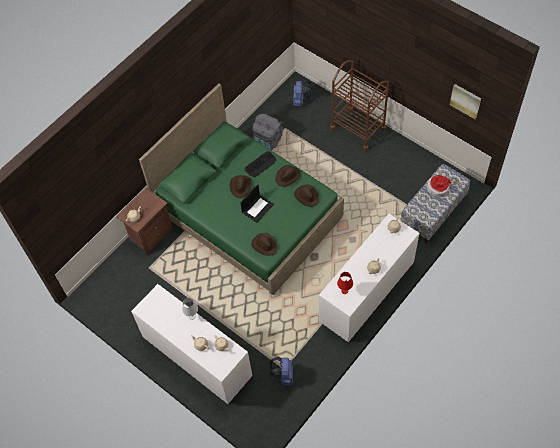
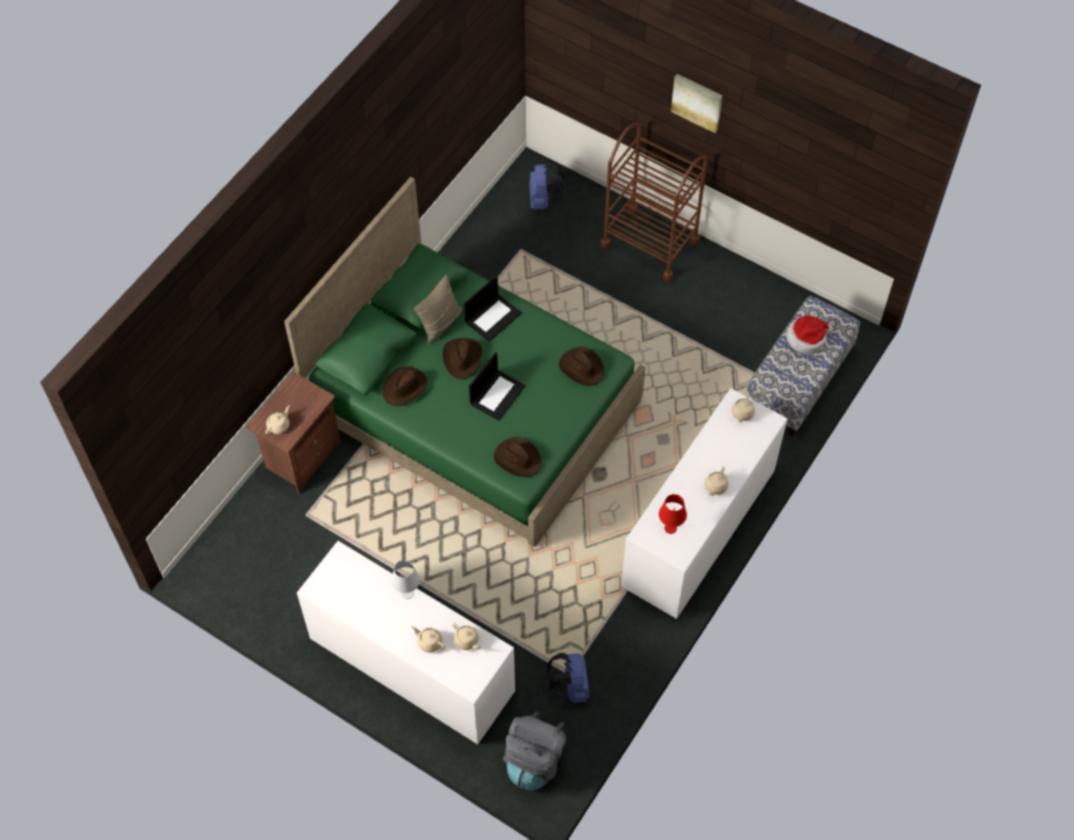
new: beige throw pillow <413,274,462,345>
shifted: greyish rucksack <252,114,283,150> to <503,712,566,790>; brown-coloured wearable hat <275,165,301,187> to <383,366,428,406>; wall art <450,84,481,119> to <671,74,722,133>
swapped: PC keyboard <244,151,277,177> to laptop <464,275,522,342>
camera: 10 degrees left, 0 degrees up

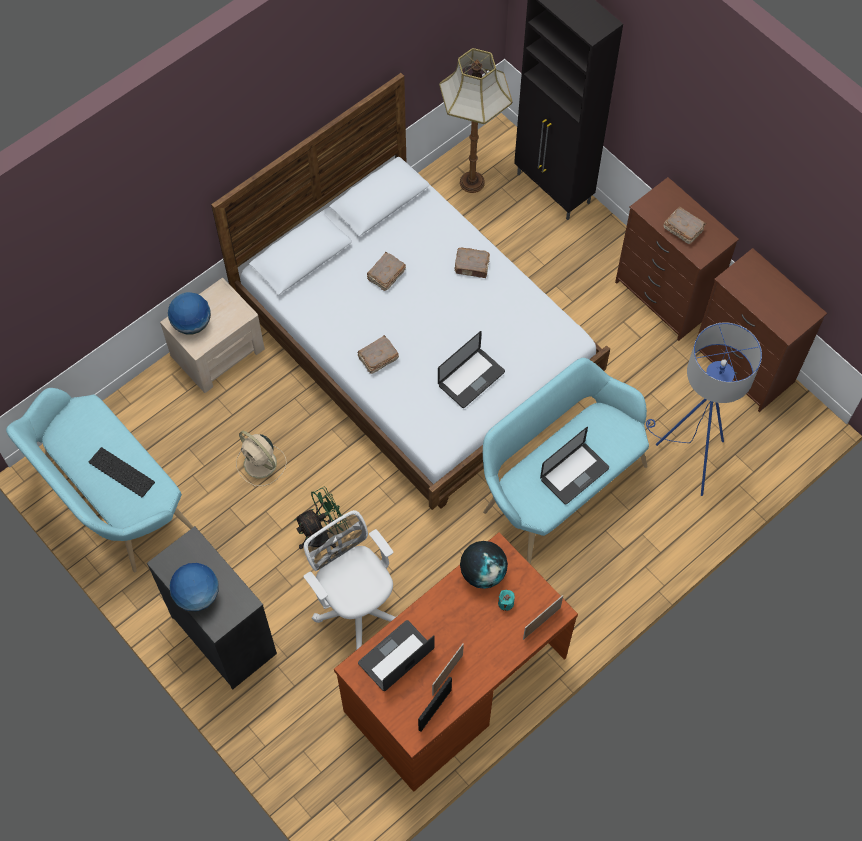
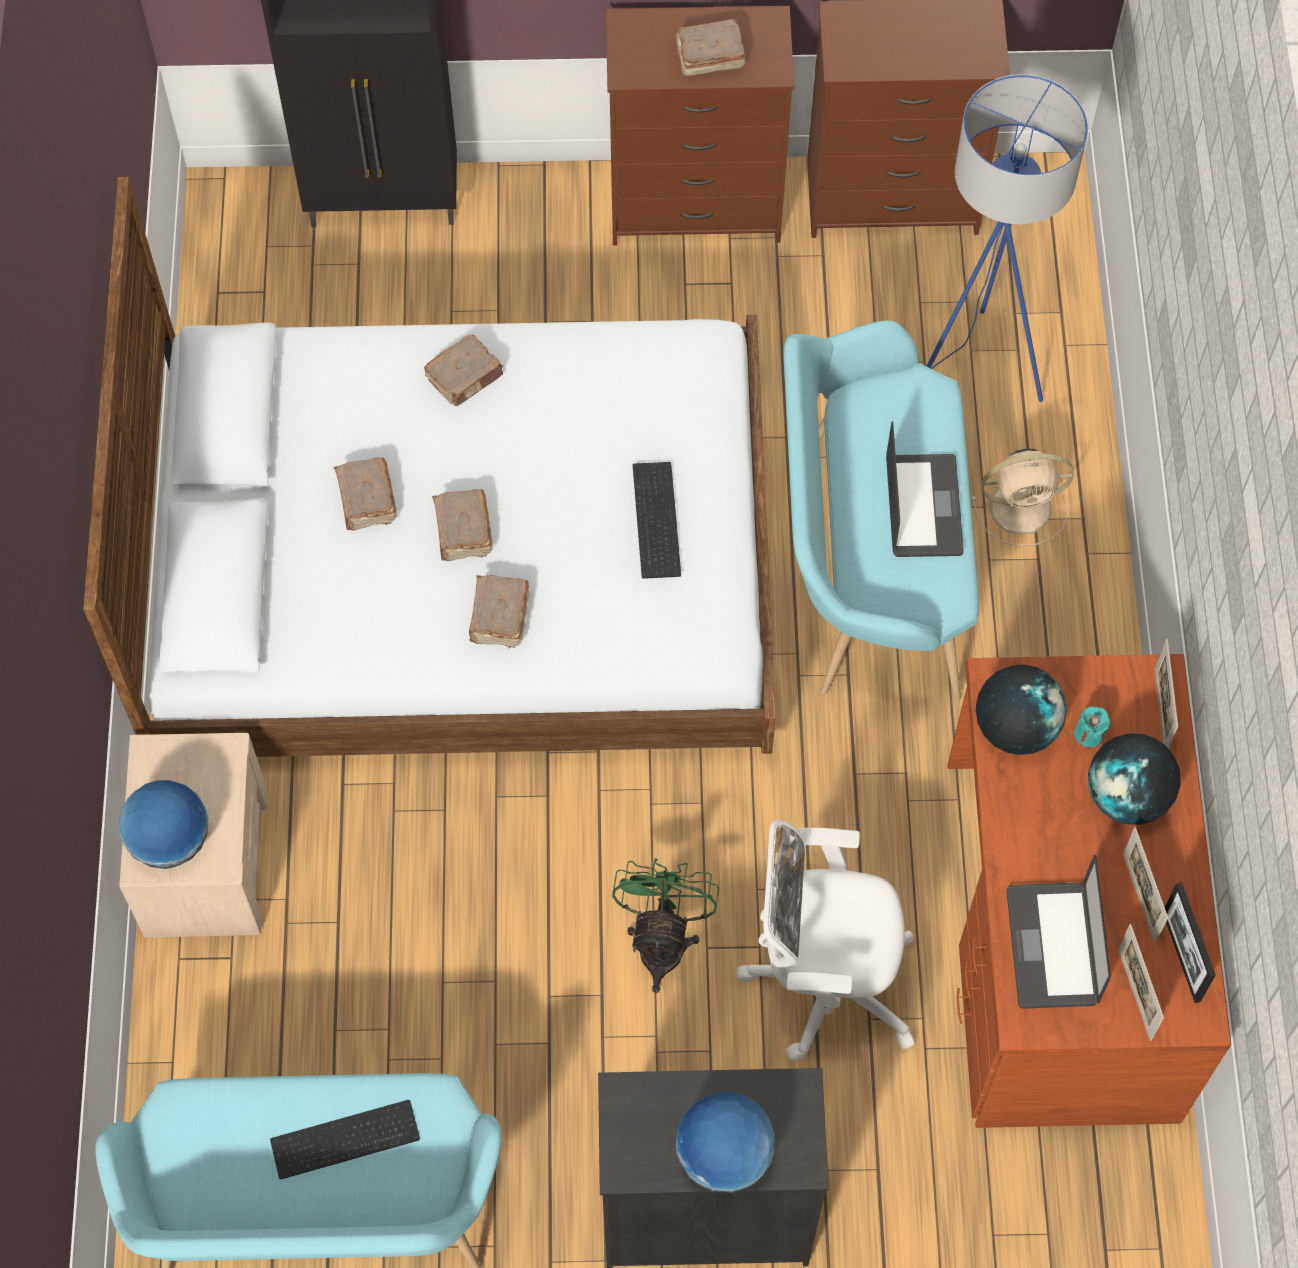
gone: standard lamp <439,48,512,193>
new: brown-coloured bound book <432,489,493,561>; globe <1088,734,1181,825>; standing frame <1118,924,1164,1041>
shifted: beige cooling fan <236,431,287,486> to <971,449,1074,546>
swapped: laptop <438,331,505,408> to PC keyboard <633,462,681,579>
camera: 50 degrees left, 0 degrees up

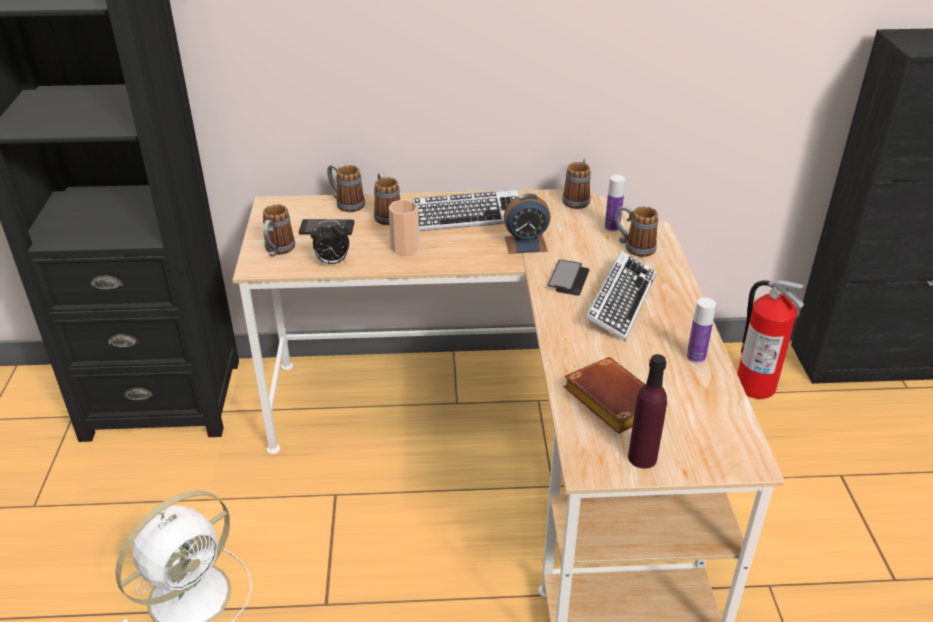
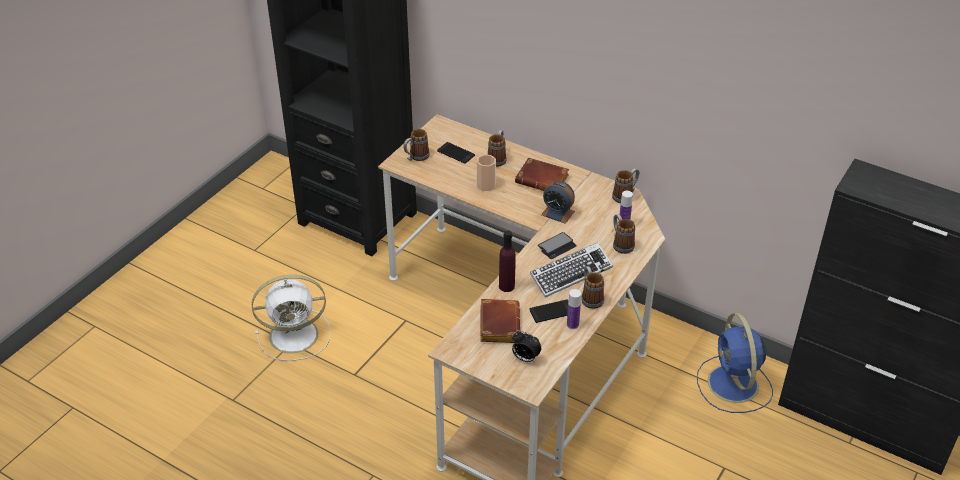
new: handset <529,300,568,323>
shifted: bedside clock <311,220,349,265> to <512,331,541,362>; mug <327,164,365,212> to <581,266,604,309>; purple bottle <628,354,667,469> to <499,230,516,292>
swapped: PC keyboard <412,190,518,231> to brown-coloured bound book <515,157,569,191>; extinguisher <737,280,805,399> to bluish cooling fan <697,313,773,413>
camera: 35 degrees right, 5 degrees up

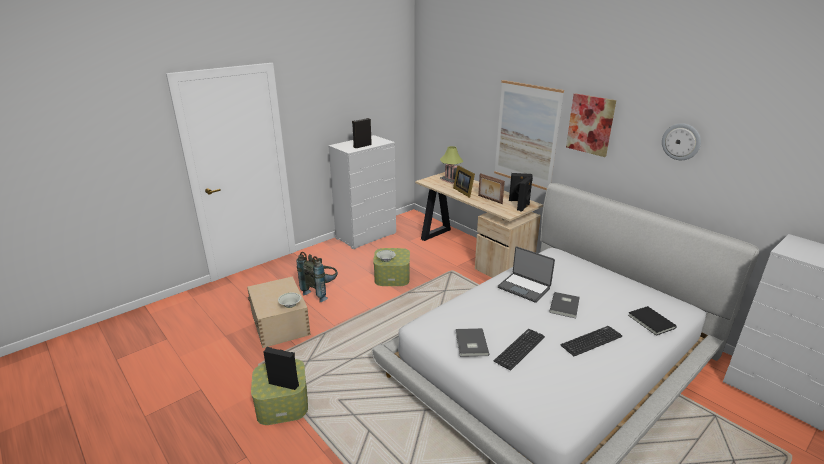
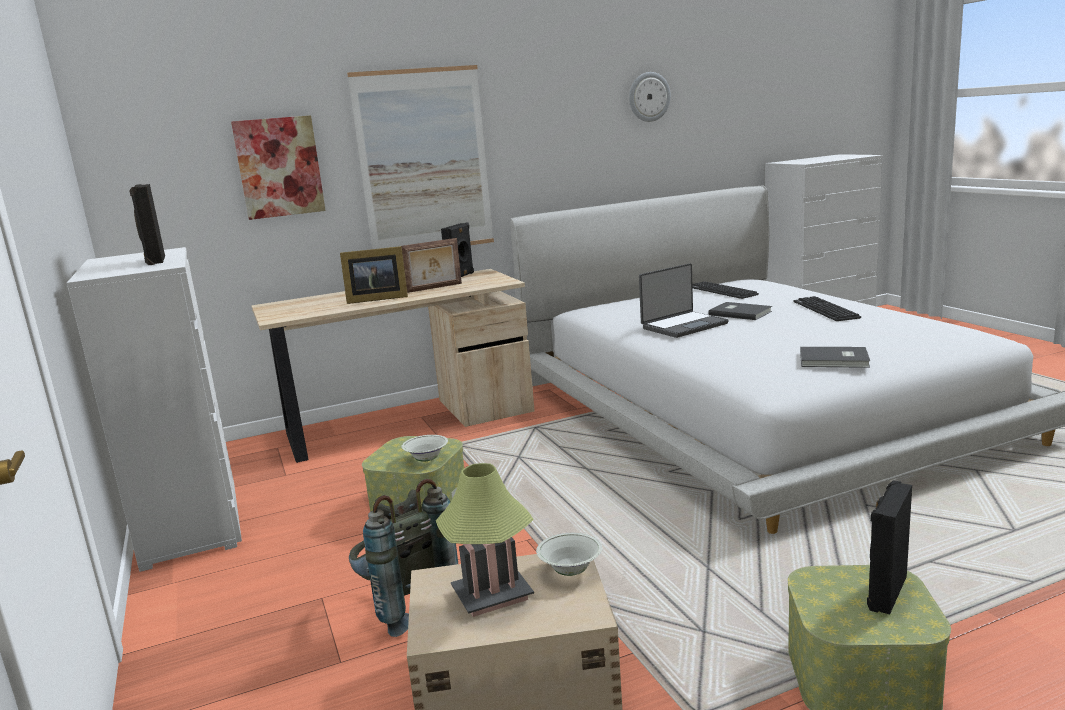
gone: black loudspeaker <517,177,533,212>; black bound book <628,306,677,336>
shifted: lamp for a table <440,146,464,184> to <436,463,534,617>; PC keyboard <494,329,545,370> to <692,281,759,299>; wall art <566,93,616,157> to <231,115,326,220>
camera: 70 degrees left, 10 degrees down

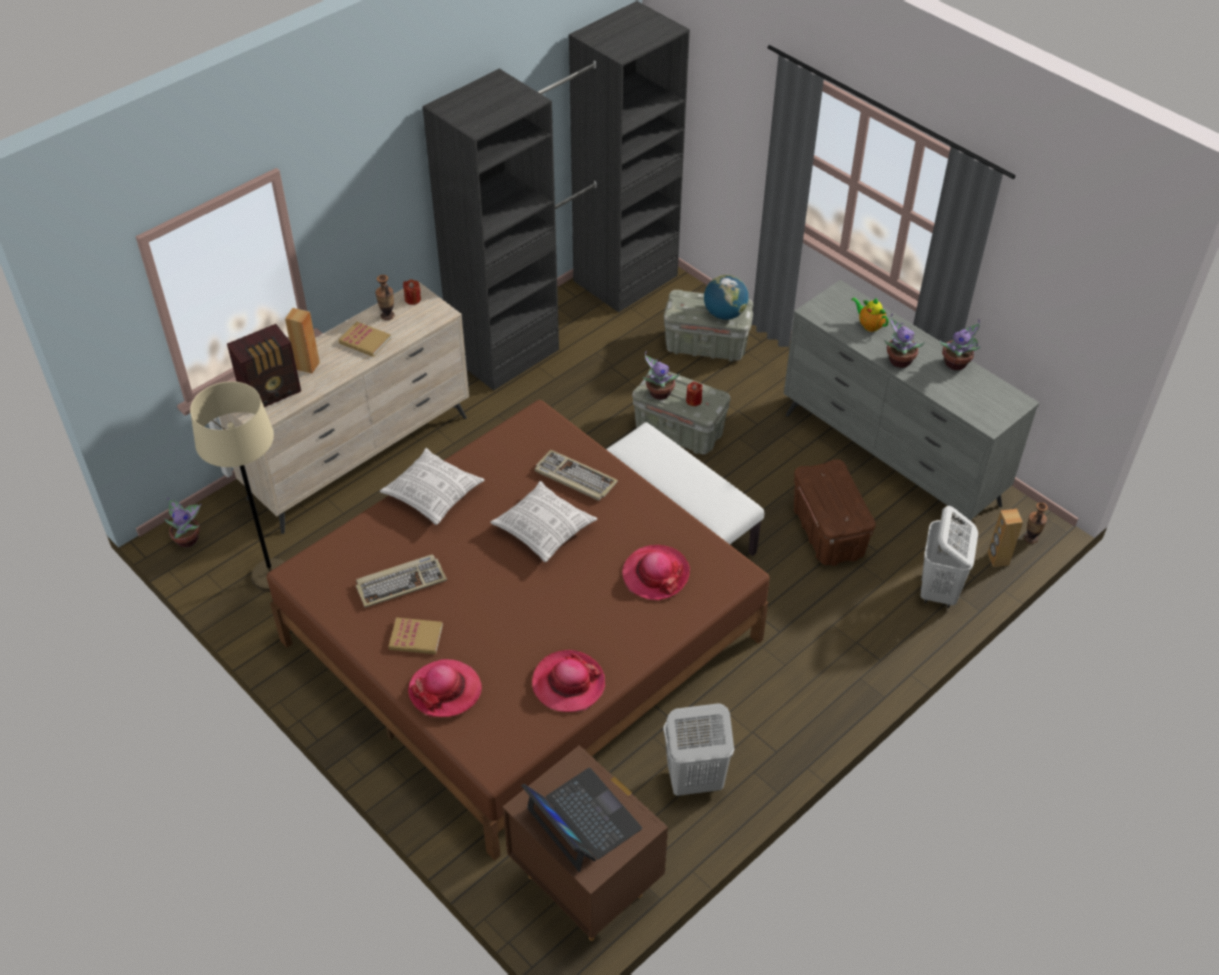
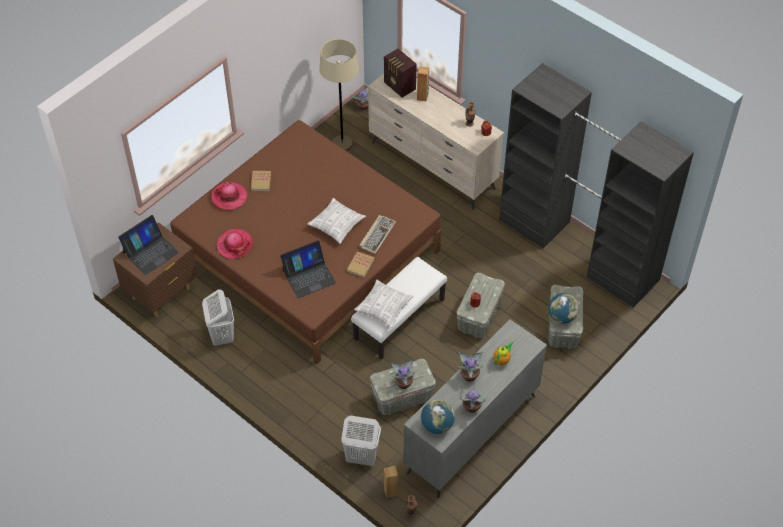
gone: PC keyboard <356,554,447,608>
new: globe <421,400,455,434>
shifted: bound book <338,322,391,357> to <347,252,374,278>; throw pillow <380,448,484,525> to <354,280,413,328>; potted plant <643,351,680,400> to <391,359,416,389>
swapped: wearable hat <622,545,690,601> to laptop <280,240,336,298>
repainted: brown-coloured storage box <794,459,876,566> to greyish storage box <370,359,436,415>
camera: 85 degrees right, 5 degrees up

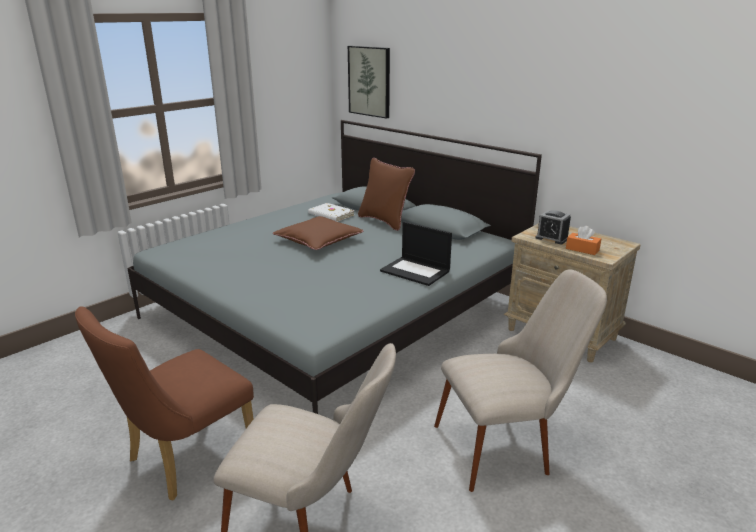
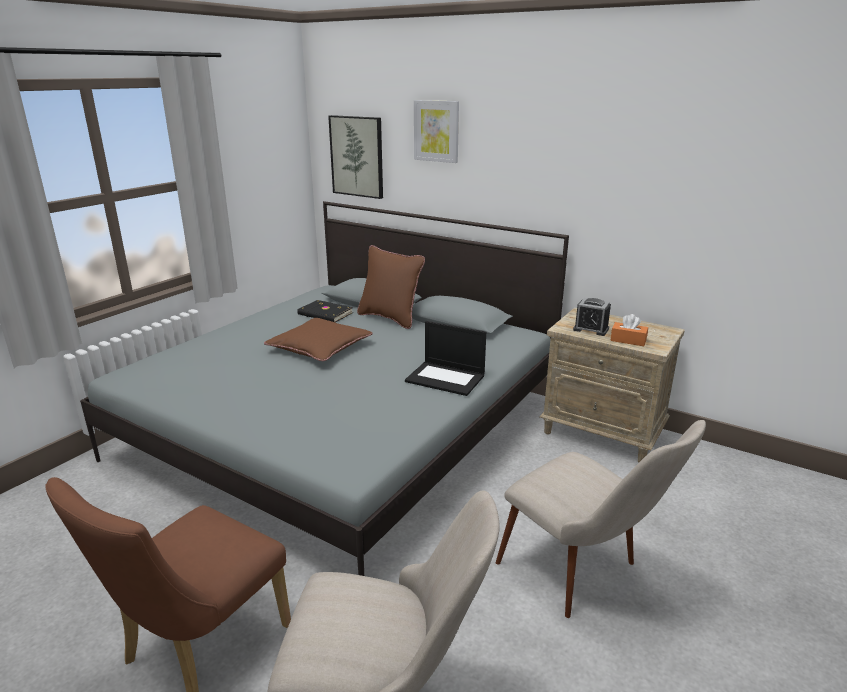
new: wall art <414,100,459,163>
repainted: white bound book <308,203,355,222> to black bound book <297,300,353,322>
rotated: beige plain chair <434,269,607,492> = <496,420,706,618> 75 degrees clockwise
camera: 10 degrees left, 0 degrees up

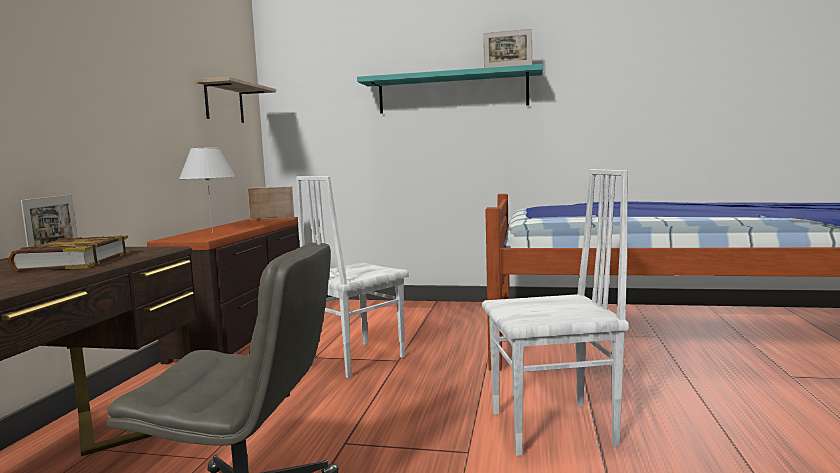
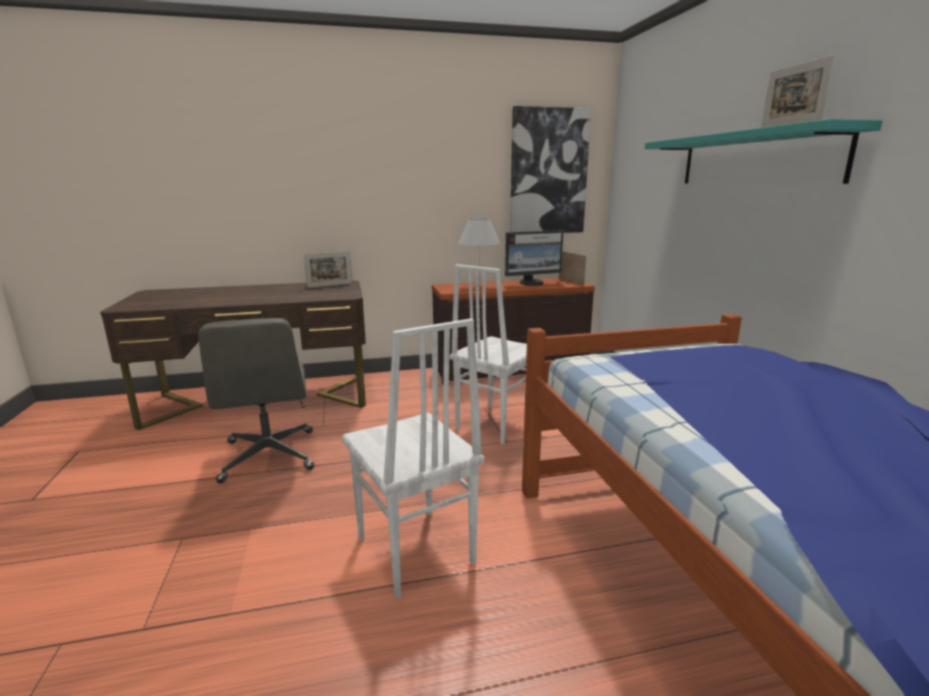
gone: bound book <8,235,130,271>
new: computer display <505,230,563,286>
swapped: wall shelf <195,77,276,123> to wall art <510,106,591,233>
rotated: white plain chair <296,176,409,378> = <450,264,527,444> 75 degrees counterclockwise
camera: 65 degrees right, 10 degrees up

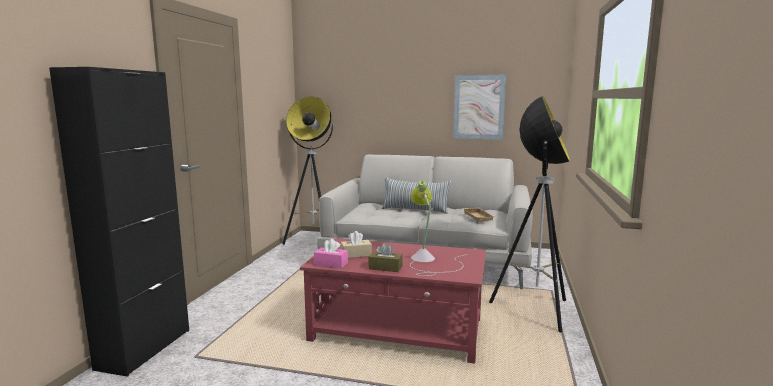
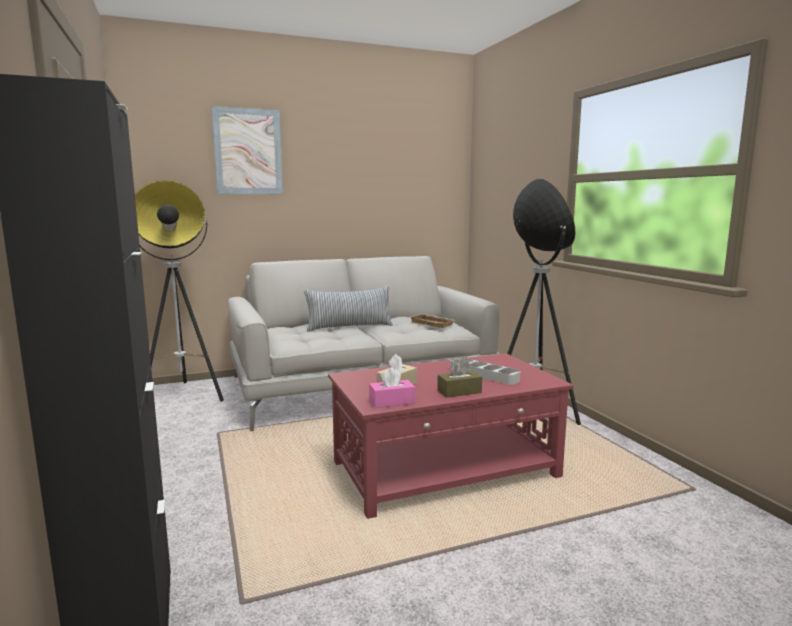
shifted: wall art <453,75,506,139> to <211,106,283,194>
swapped: lamp for a table <410,180,468,276> to greyish tray <450,358,520,385>
camera: 35 degrees left, 0 degrees up

